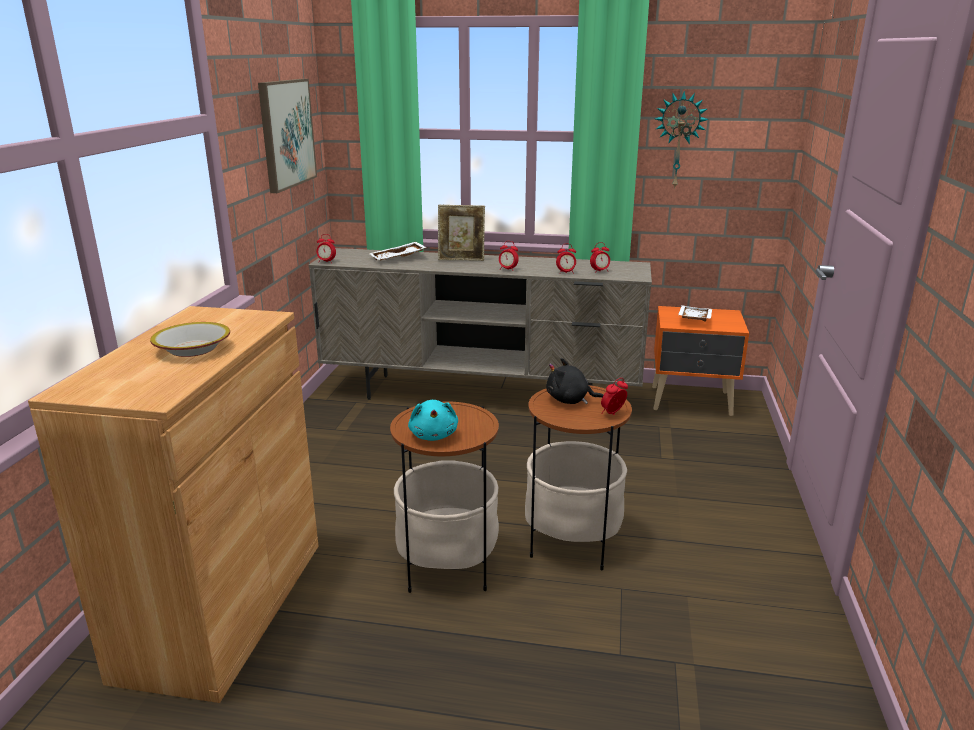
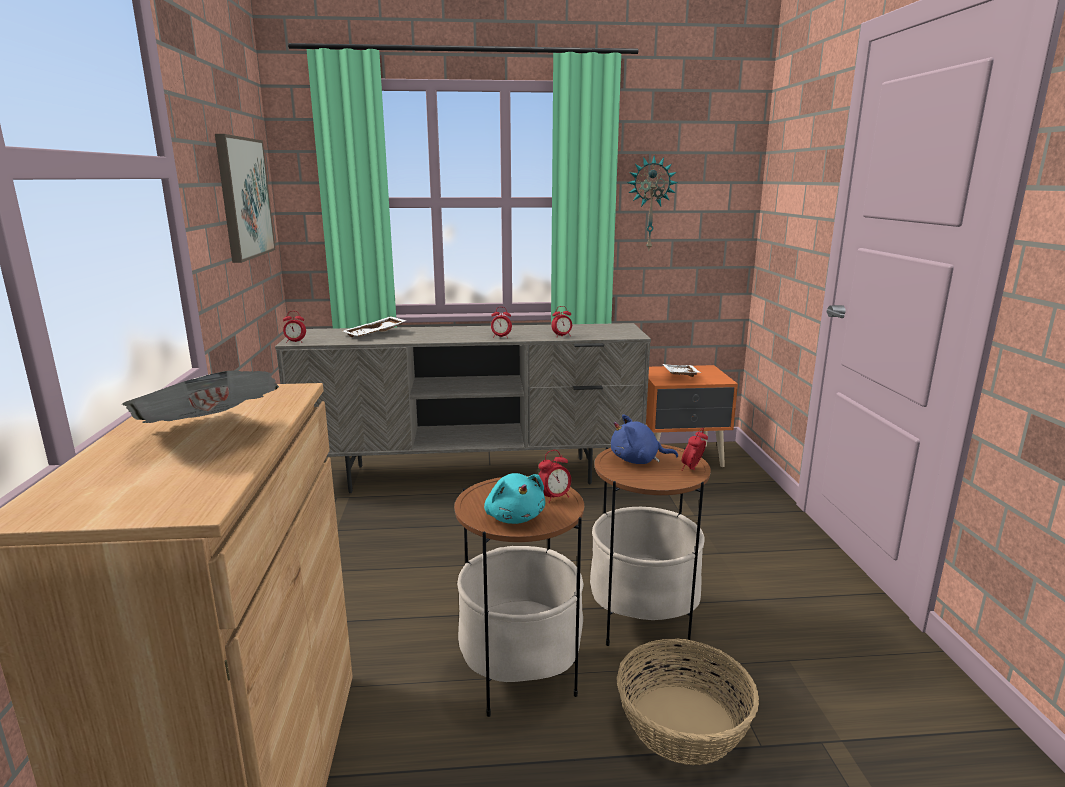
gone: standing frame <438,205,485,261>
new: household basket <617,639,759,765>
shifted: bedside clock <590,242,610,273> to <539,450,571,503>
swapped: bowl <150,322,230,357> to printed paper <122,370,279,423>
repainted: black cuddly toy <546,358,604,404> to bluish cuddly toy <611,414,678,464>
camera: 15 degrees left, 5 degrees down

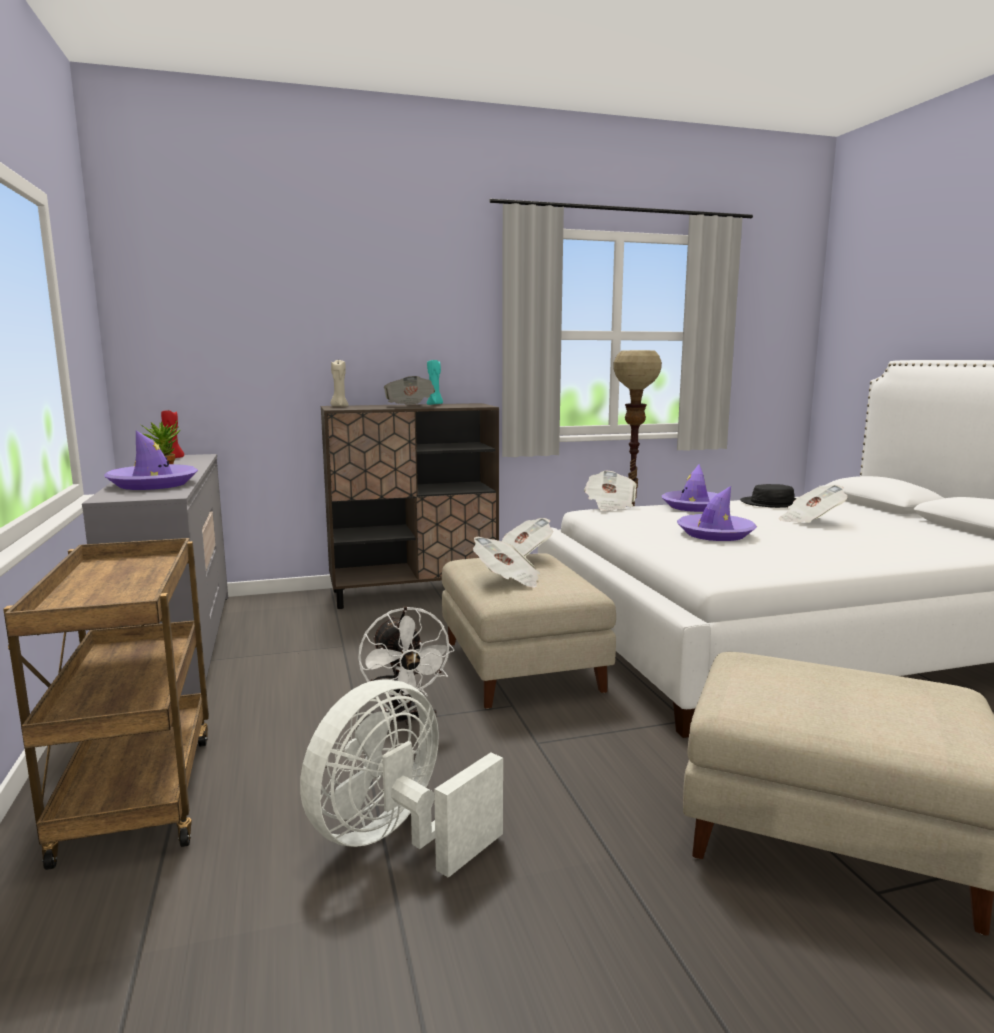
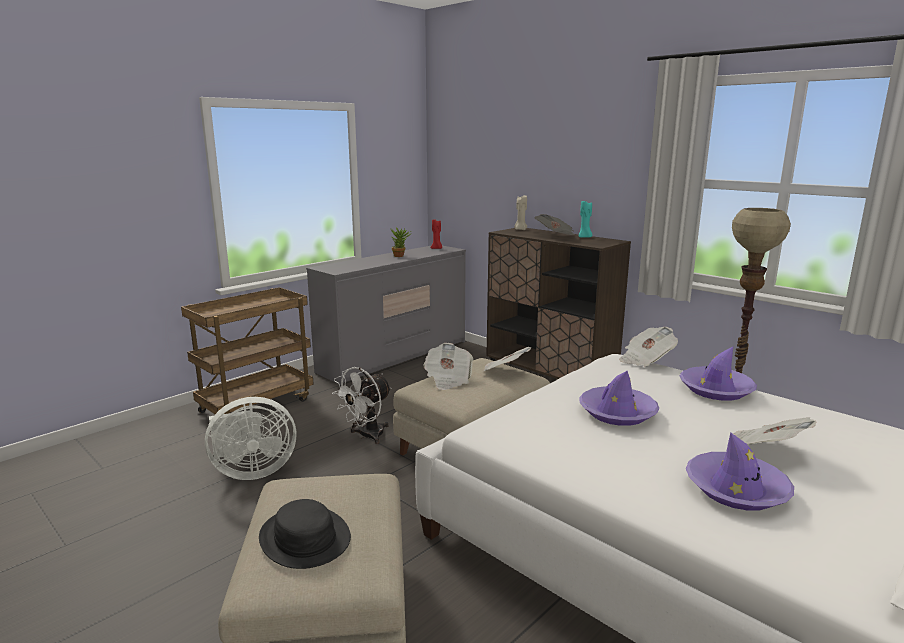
shifted: purple wearable hat <104,431,198,490> to <686,432,794,510>; black wearable hat <740,484,797,508> to <259,499,351,569>
rotated: white cooling fan <300,680,503,878> = <205,397,296,480> 150 degrees clockwise
camera: 60 degrees right, 5 degrees up

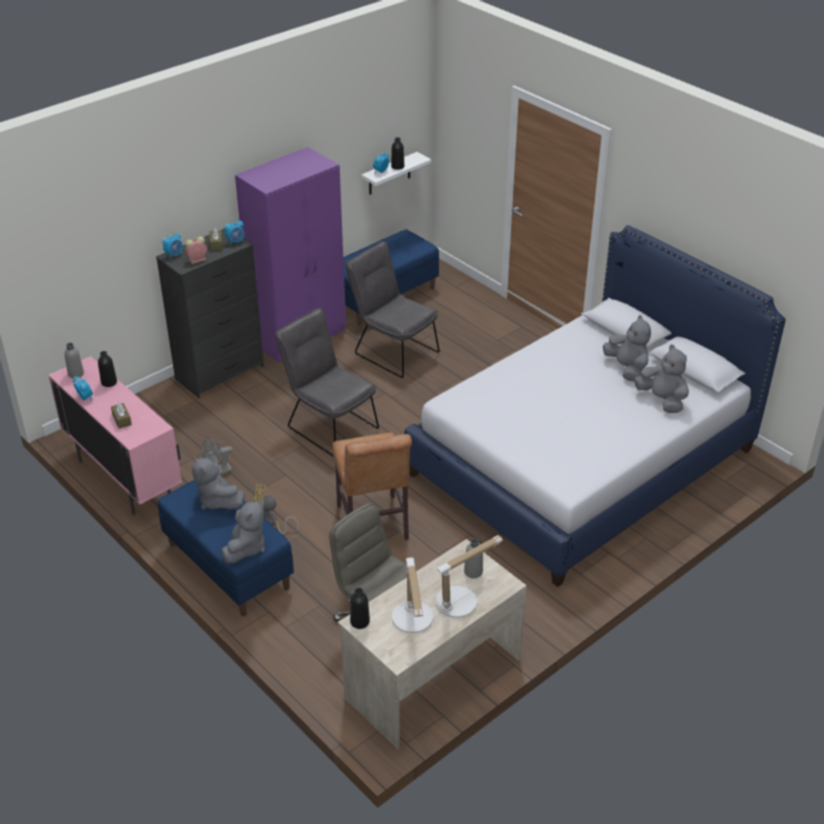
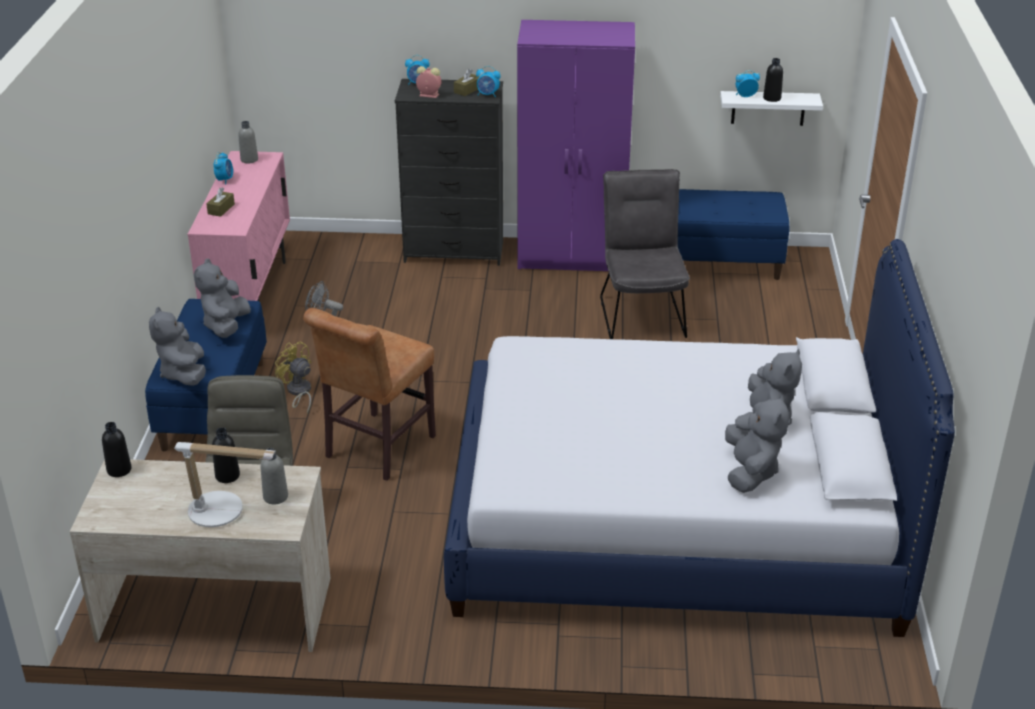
gone: greyish plain chair <275,308,379,457>; lamp for a table <392,558,433,633>
shifted: black bottle <98,351,117,387> to <212,428,240,483>
rotated: greyish cuddly toy <221,499,265,564> = <149,307,206,386> 105 degrees clockwise
camera: 45 degrees right, 5 degrees down

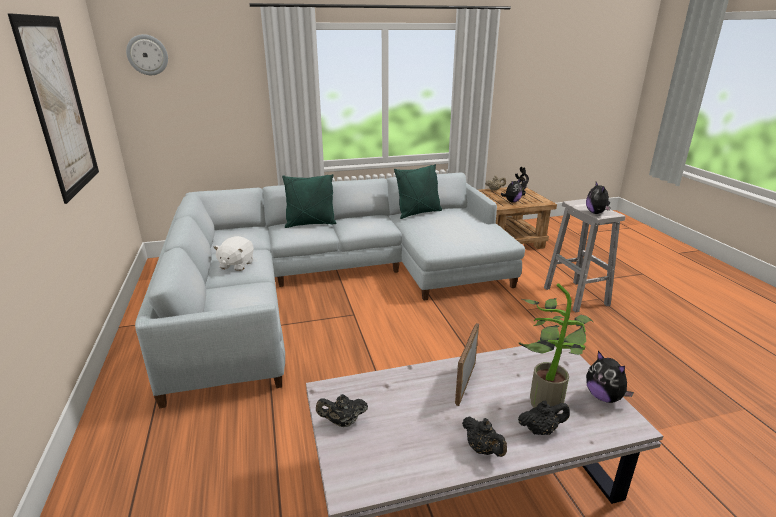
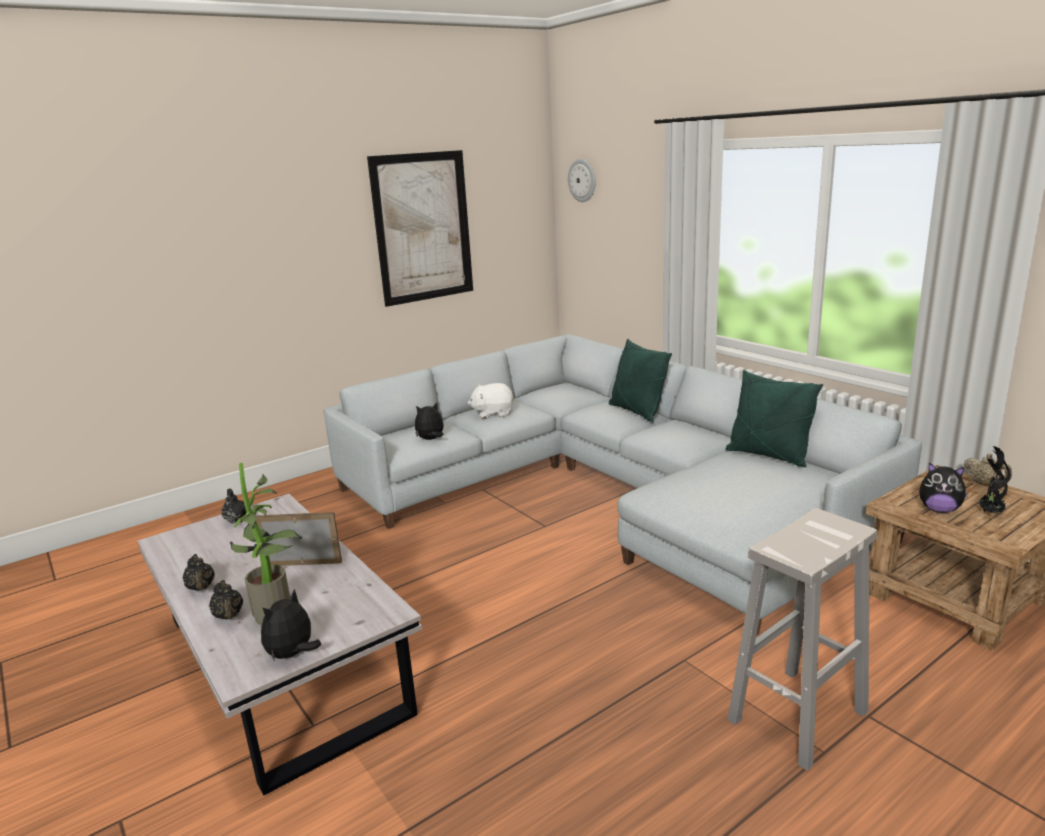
shifted: cuddly toy <586,182,611,214> to <415,402,444,440>
rotated: black teapot <462,416,507,457> = <183,554,215,591> 60 degrees counterclockwise
camera: 70 degrees right, 5 degrees down

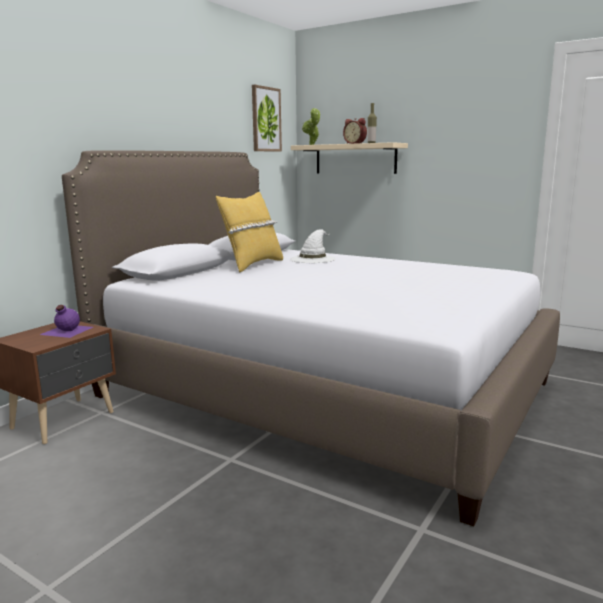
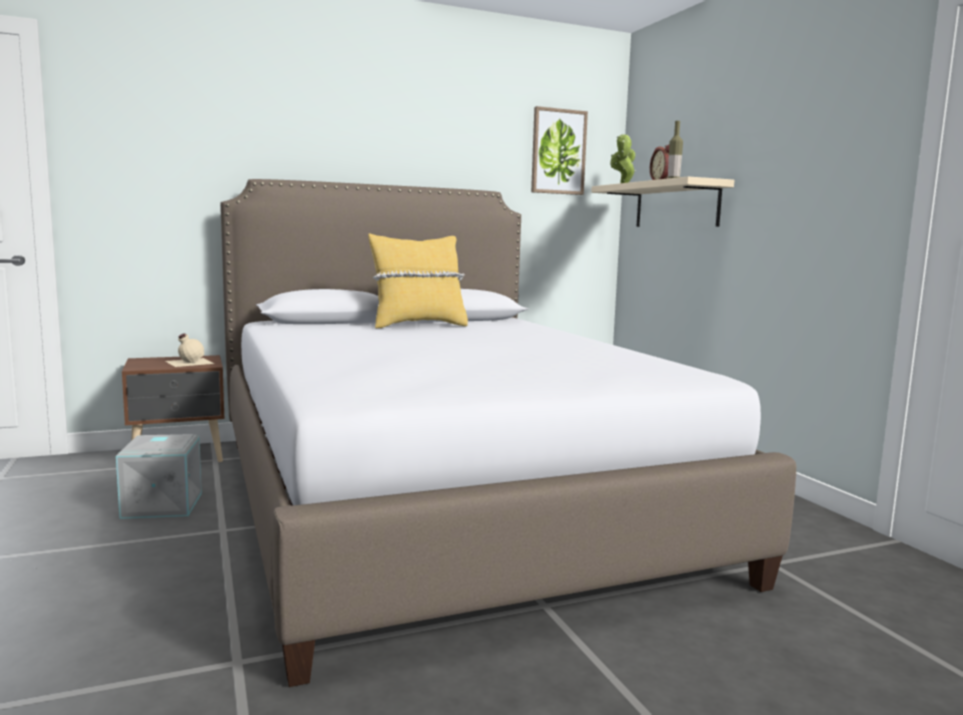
gone: white wearable hat <290,229,335,263>
new: greyish storage box <116,434,202,519>
repainted: purple bottle <40,305,93,338> to beige bottle <165,333,215,367>
camera: 35 degrees right, 5 degrees down

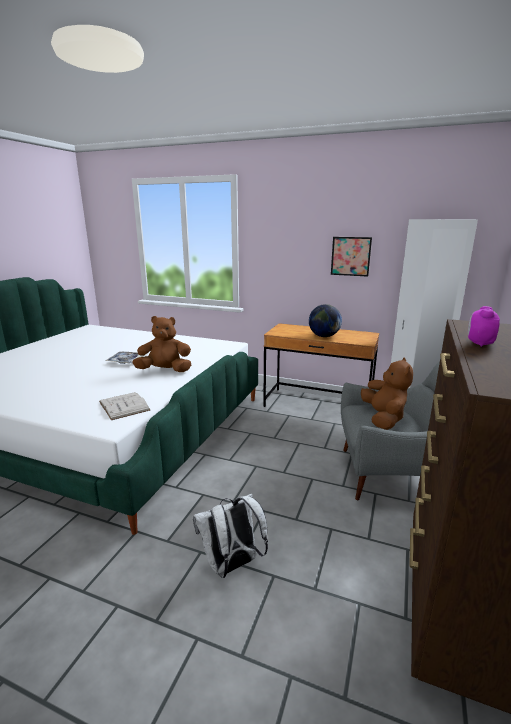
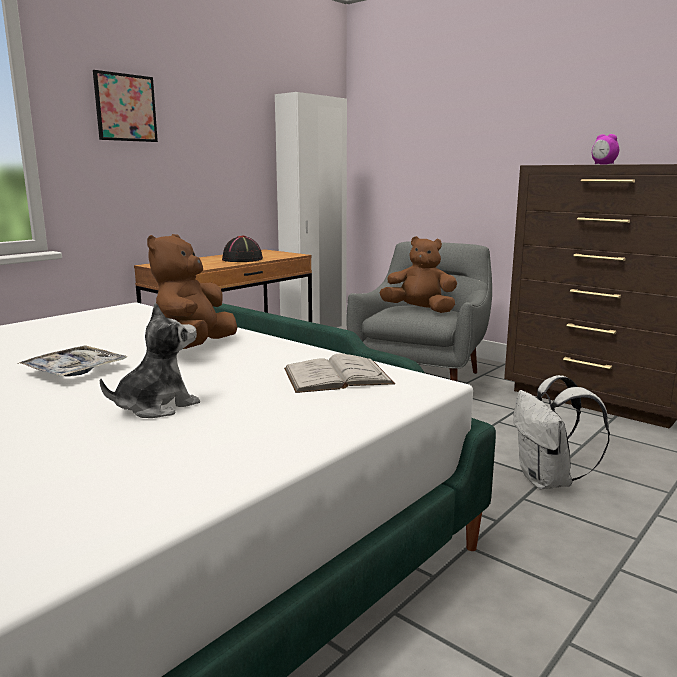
new: cuddly toy <100,303,200,418>
shifted: wall art <331,237,372,277> to <93,70,158,142>
swapped: globe <309,304,342,337> to black wearable hat <222,235,263,262>
camera: 70 degrees left, 5 degrees down

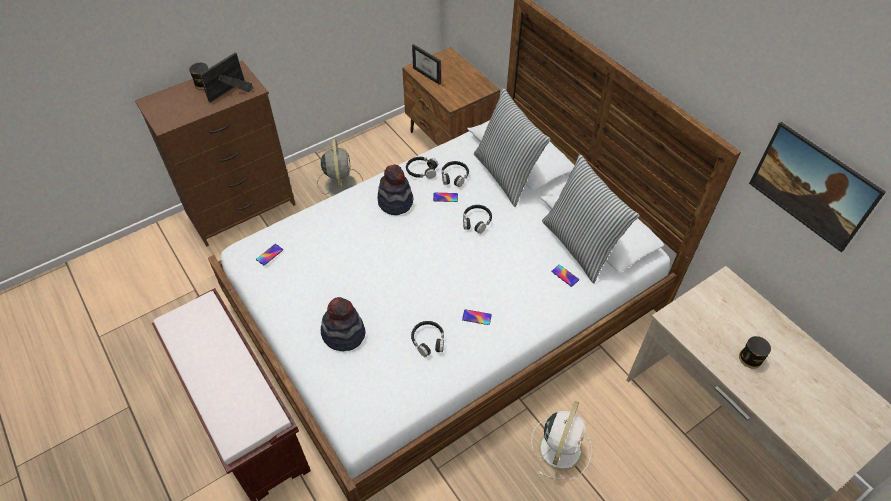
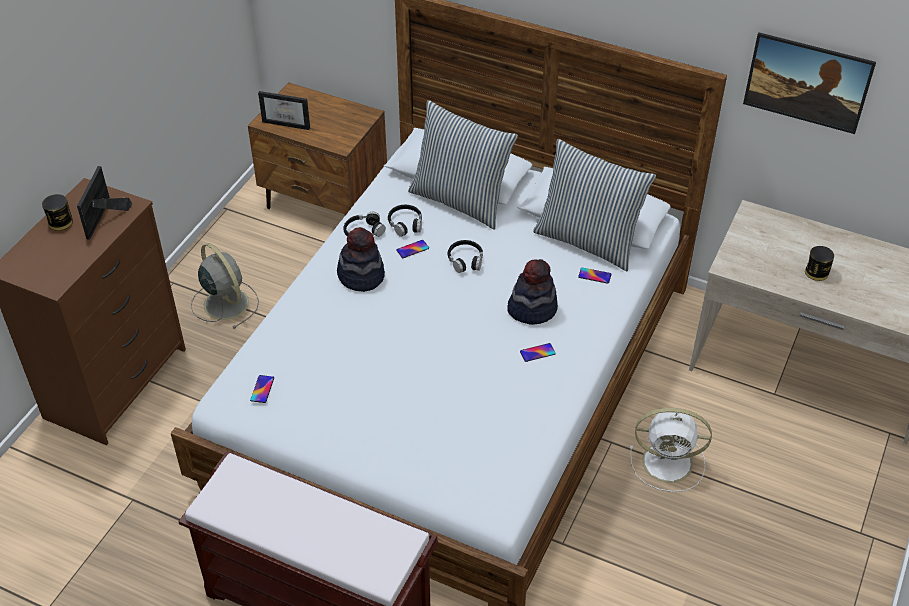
gone: black headset <411,321,444,357>
shifted: wearable hat <321,297,365,351> to <507,259,558,325>
rotated: white cooling fan <531,401,591,480> = <630,408,712,492> 105 degrees clockwise
camera: 30 degrees left, 5 degrees down

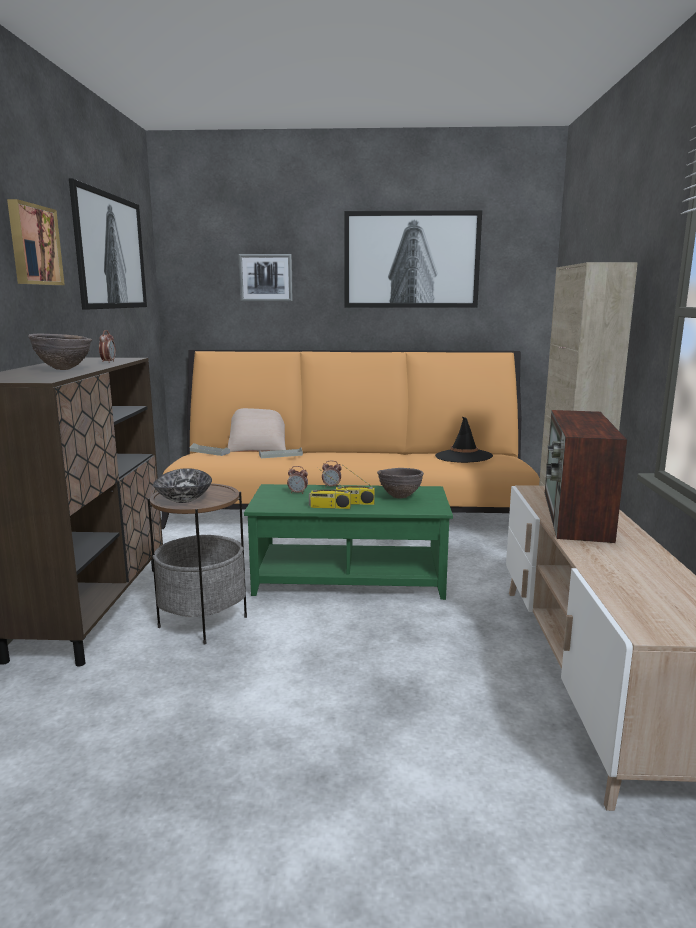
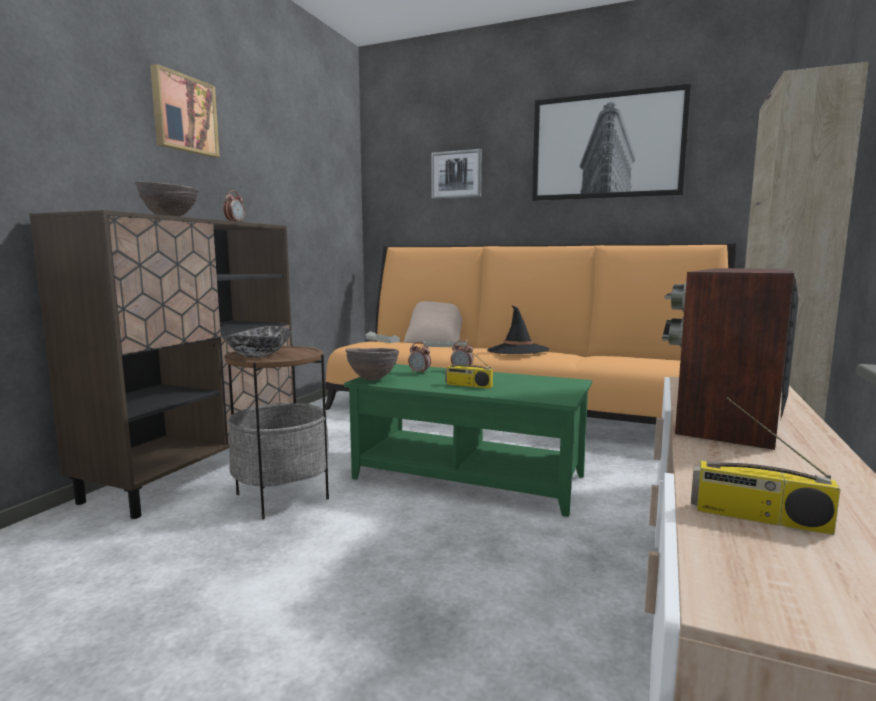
gone: wall art <69,178,147,310>
shifted: radio <309,468,351,509> to <691,397,840,535>; brown-coloured bowl <377,468,424,499> to <346,348,399,381>; black wearable hat <435,417,493,463> to <487,305,549,354>
camera: 20 degrees right, 5 degrees down

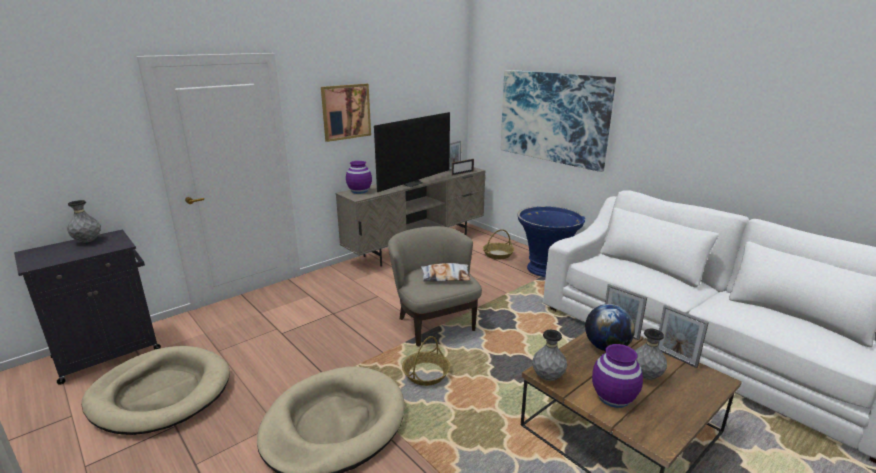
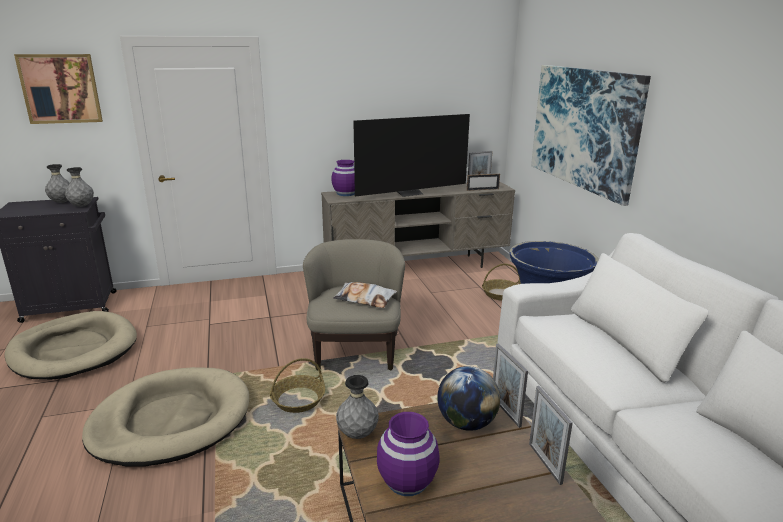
shifted: wall art <321,84,371,142> to <14,54,103,124>; greyish decorative vase <635,329,667,380> to <65,167,94,207>
camera: 25 degrees right, 0 degrees up

